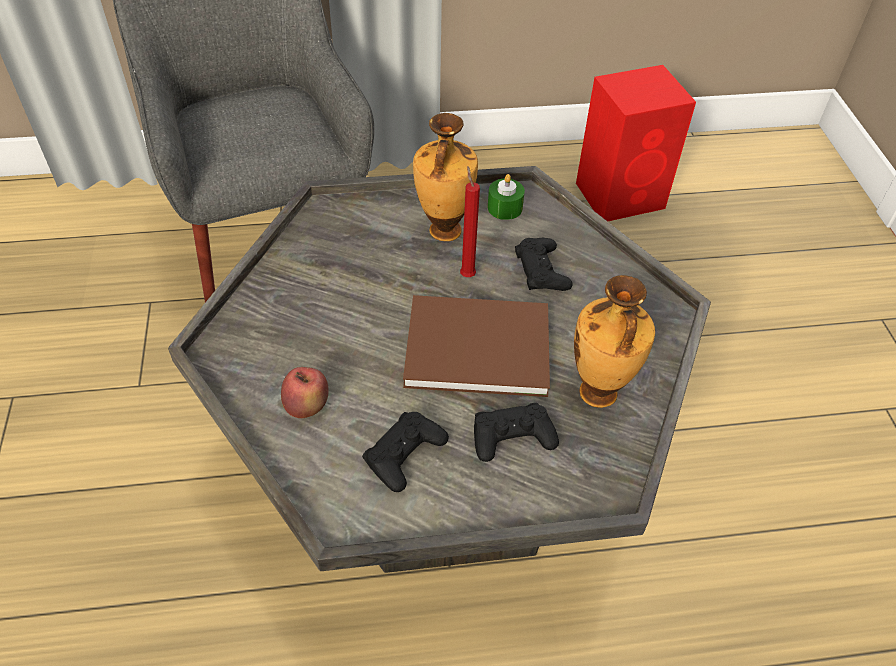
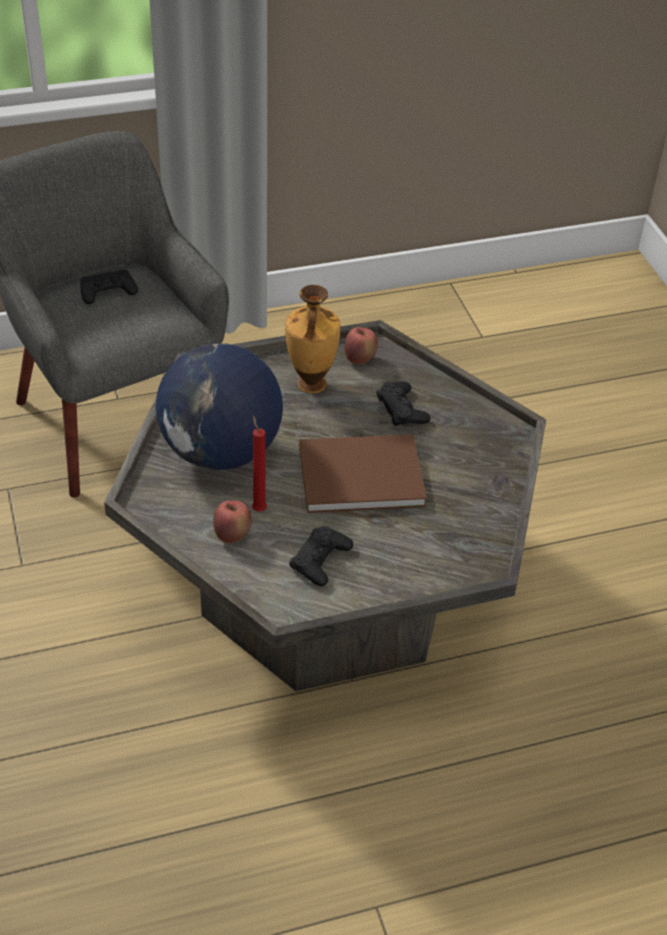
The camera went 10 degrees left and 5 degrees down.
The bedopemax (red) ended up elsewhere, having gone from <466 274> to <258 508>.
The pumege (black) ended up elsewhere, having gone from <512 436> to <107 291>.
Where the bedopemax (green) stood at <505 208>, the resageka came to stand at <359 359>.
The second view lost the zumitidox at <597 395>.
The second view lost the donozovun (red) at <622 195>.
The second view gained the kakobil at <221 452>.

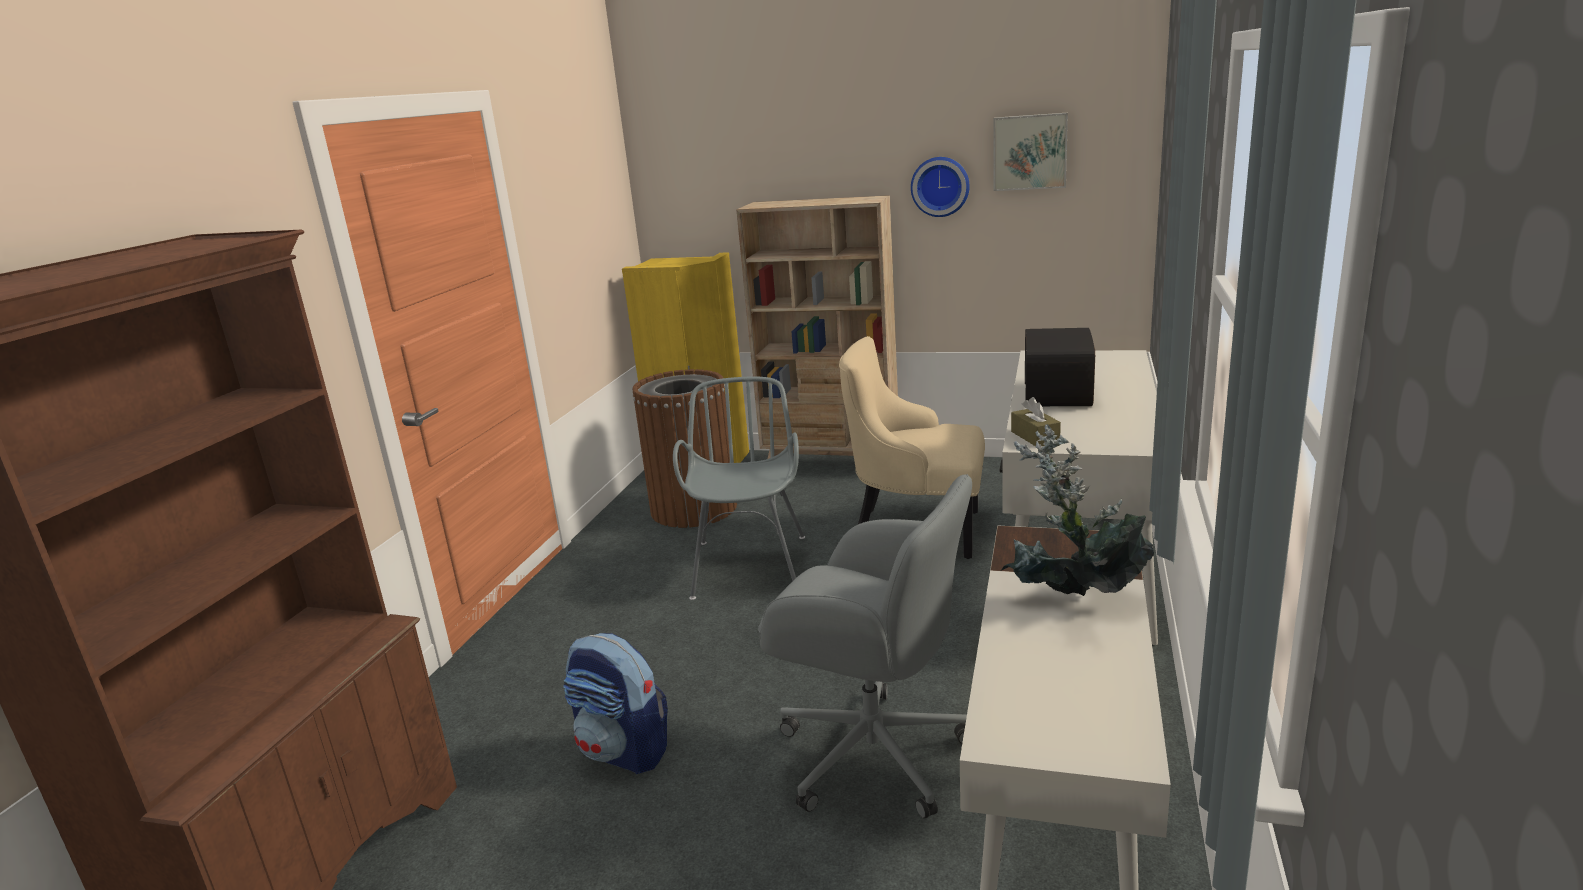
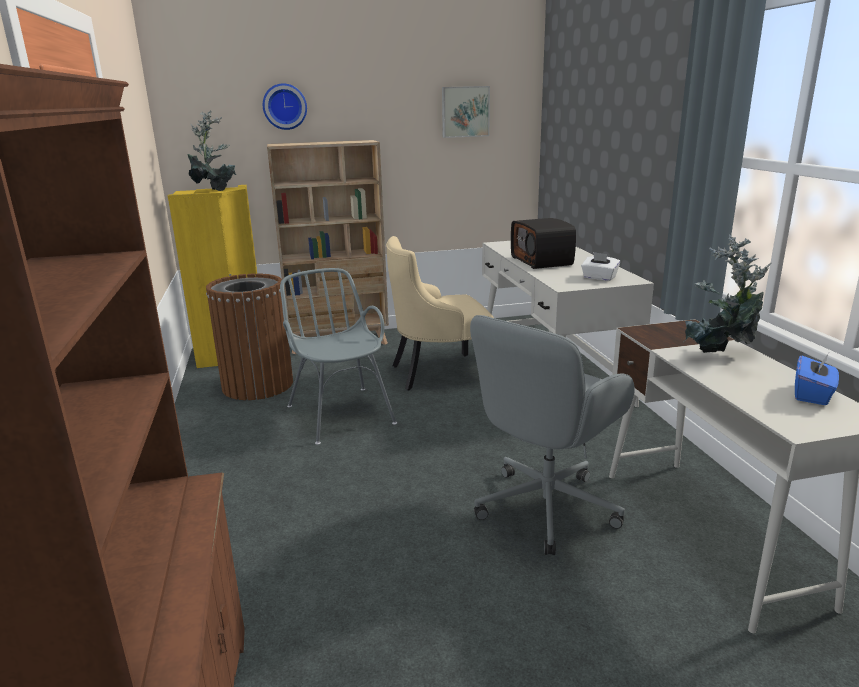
The camera went 30 degrees left and 0 degrees up.
The second view lost the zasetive at <624 751>.
The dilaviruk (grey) at <873 755> ended up facing another way, 135 degrees clockwise from before.
The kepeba ended up elsewhere, having gone from <940 186> to <284 106>.
The second view lost the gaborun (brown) at <1035 437>.
The second view gained the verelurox at <214 190>.
The second view gained the gaborun (white) at <599 278>.
The second view gained the gaborun (blue) at <812 395>.

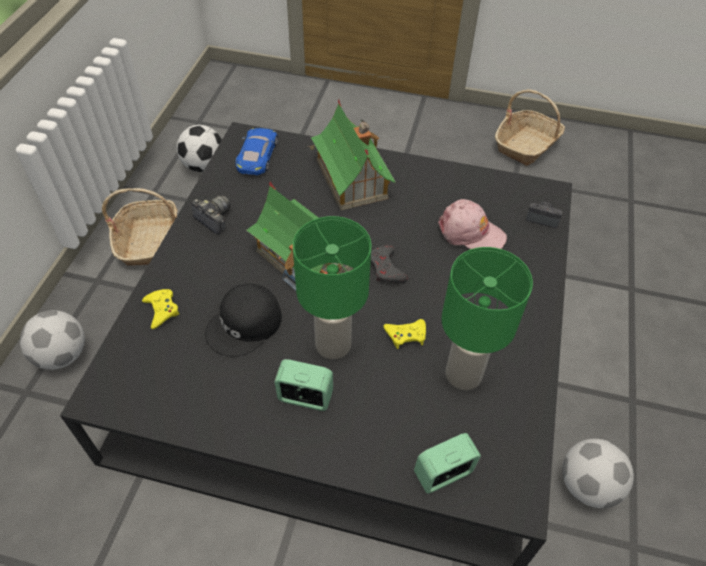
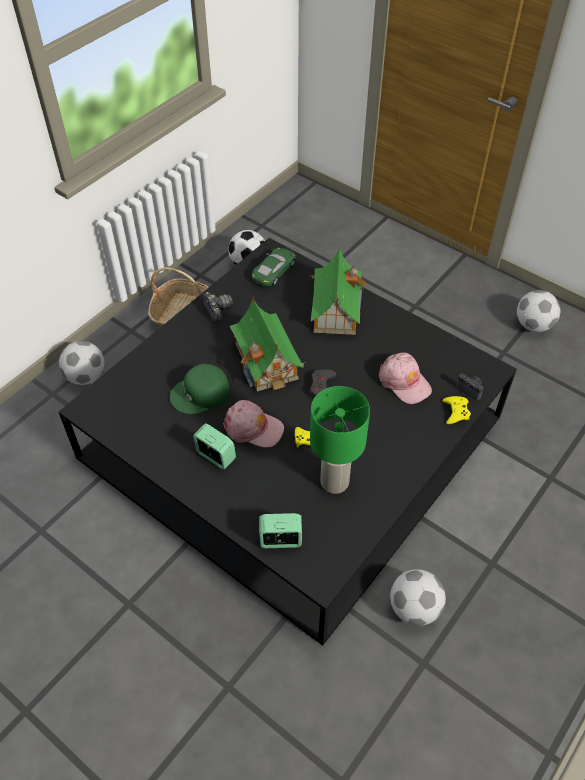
The camera went 25 degrees right and 0 degrees up.
The pumege (yellow) ended up elsewhere, having gone from <161 310> to <456 412>.
What was the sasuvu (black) at <245 325> turned into the sasuvu (green) at <201 394>.
What was the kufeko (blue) at <257 155> turned into the kufeko (green) at <274 270>.
Where the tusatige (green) stood at <332 344>, the sasuvu (pink) came to stand at <253 428>.
Where the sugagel stood at <526 145>, the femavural came to stand at <533 325>.

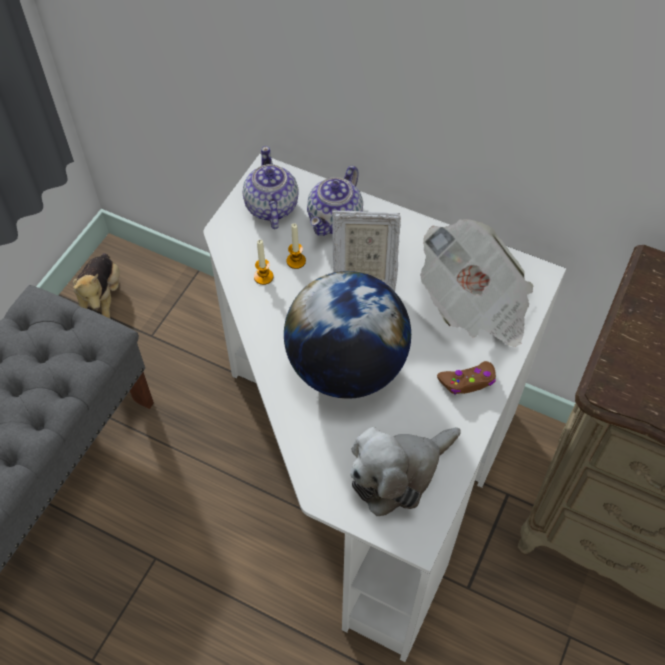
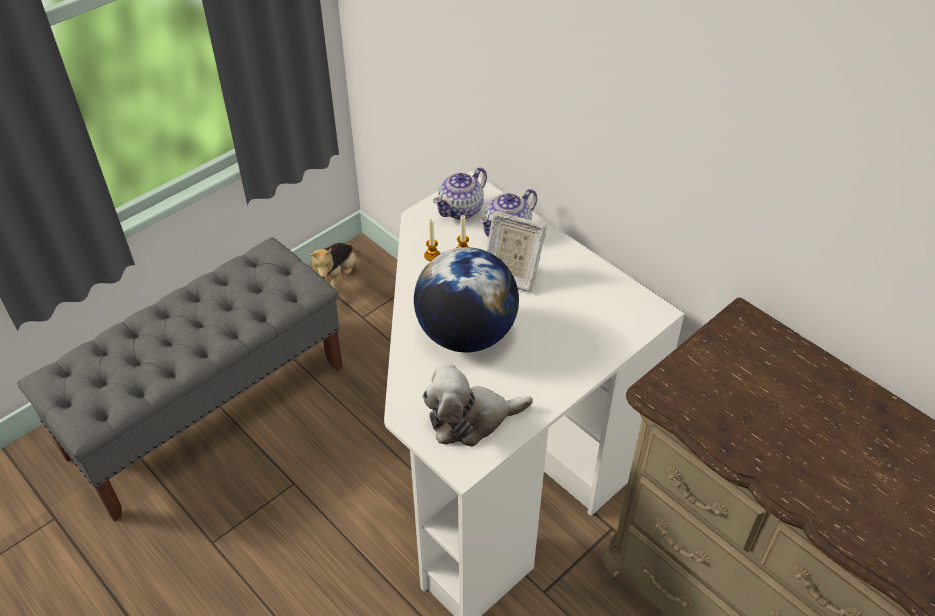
The camera went 20 degrees right and 10 degrees down.
The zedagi at <271 207> ended up facing another way, 150 degrees counterclockwise from before.
The second view lost the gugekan at <475 303>.
The second view lost the pumege (brown) at <467 381>.

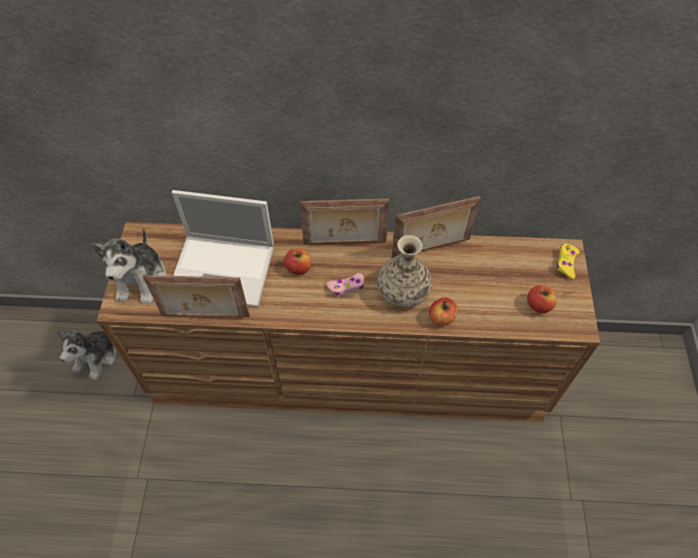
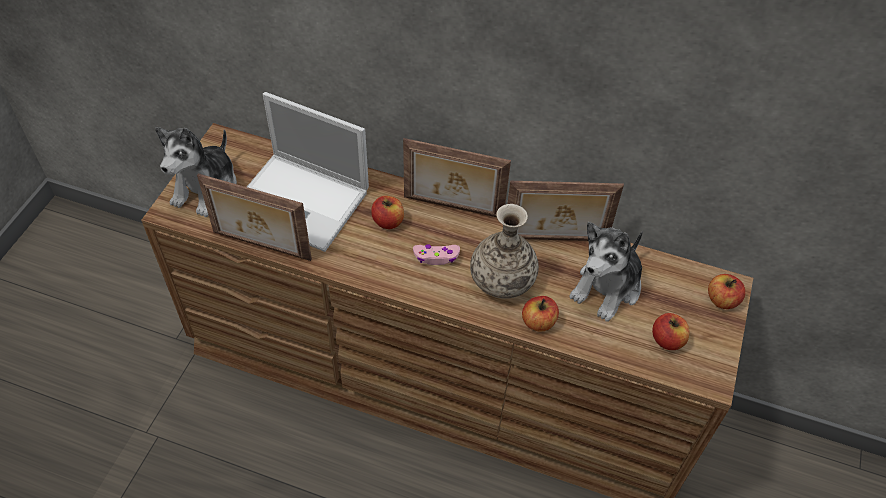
The camera went 15 degrees right and 5 degrees down.
The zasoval ended up elsewhere, having gone from <97 357> to <607 287>.
Where the pumege (yellow) stood at <566 263>, the resageka came to stand at <721 300>.

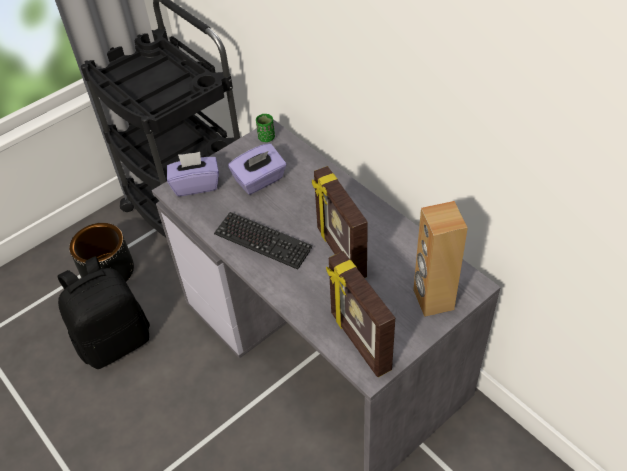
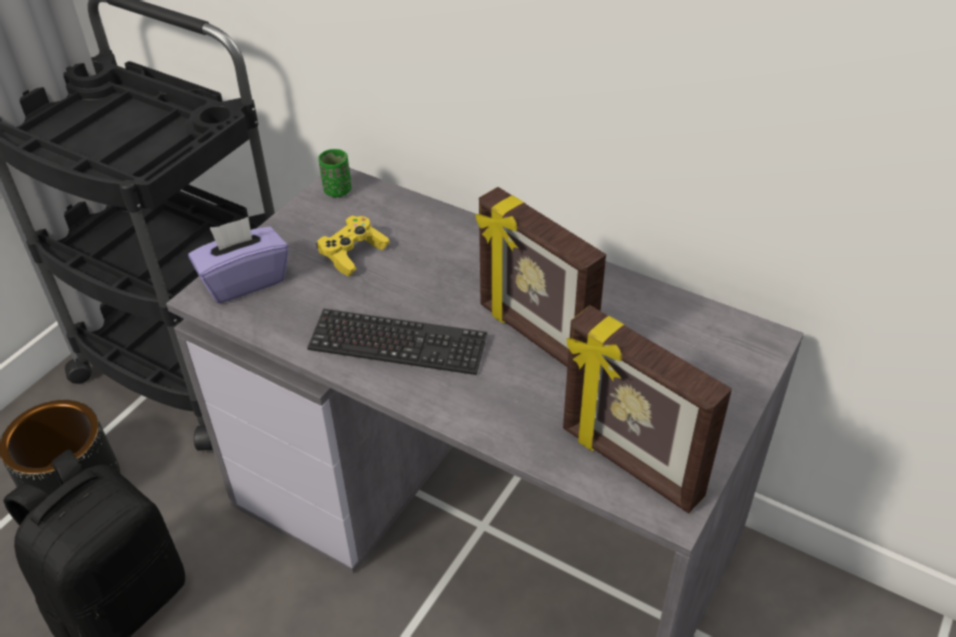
The camera went 20 degrees left and 5 degrees down.
Where the gaborun (purple) stood at <260 180>, the pumege (yellow) came to stand at <353 254>.
The second view lost the donozovun (brown) at <432 300>.

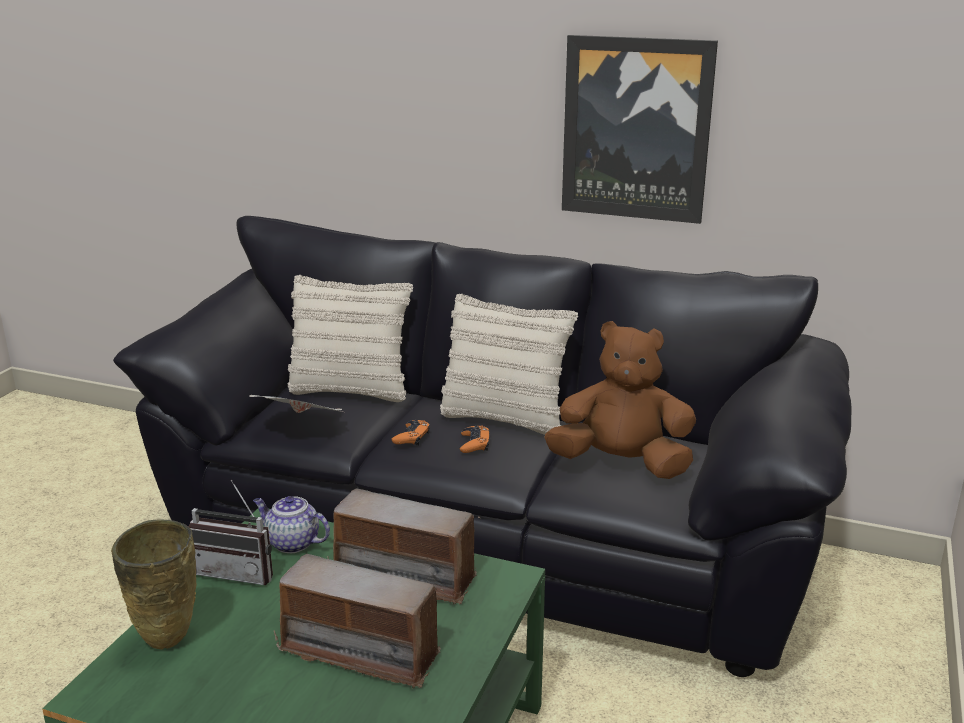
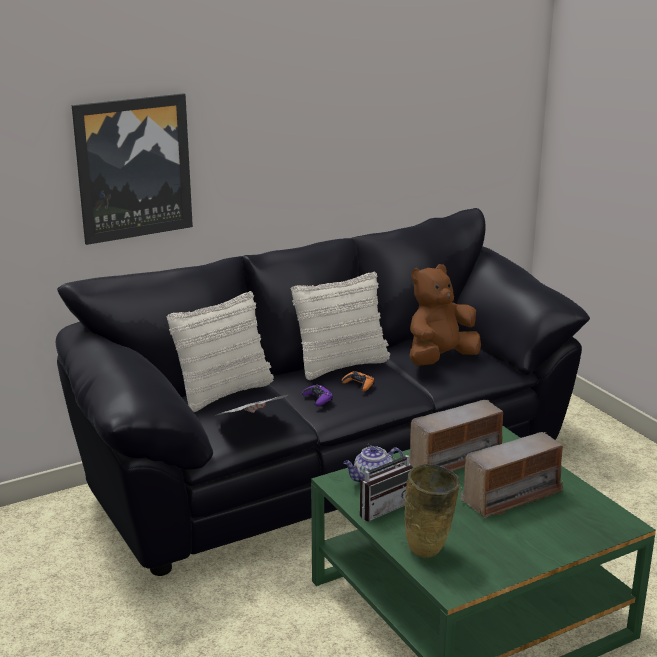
The camera went 50 degrees left and 0 degrees up.
What was the pumege (orange) at <412 437> turned into the pumege (purple) at <318 398>.
The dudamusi ended up elsewhere, having gone from <636 129> to <133 168>.

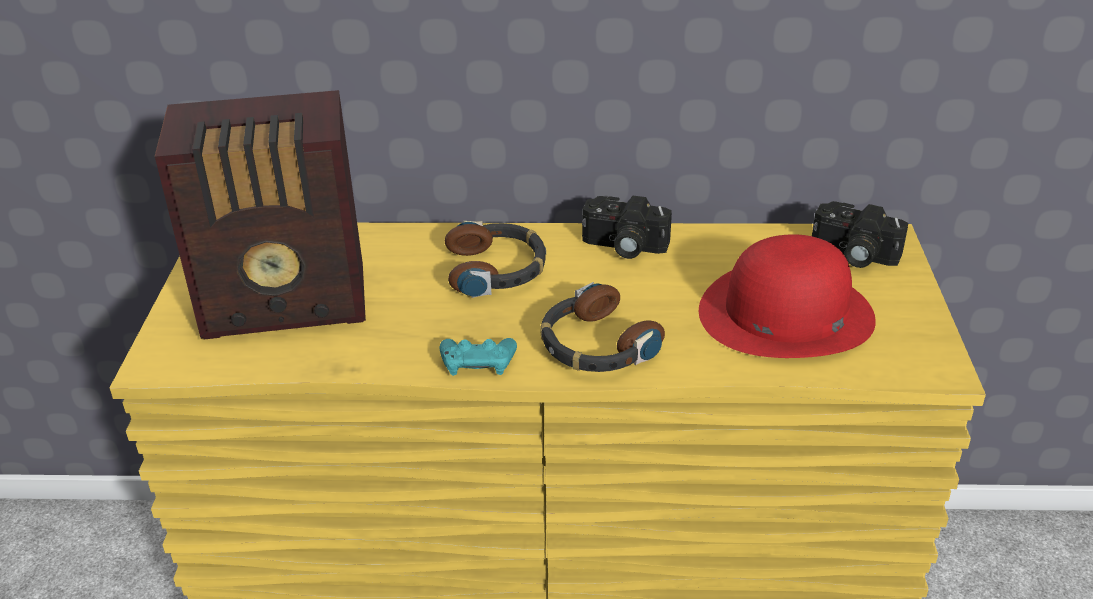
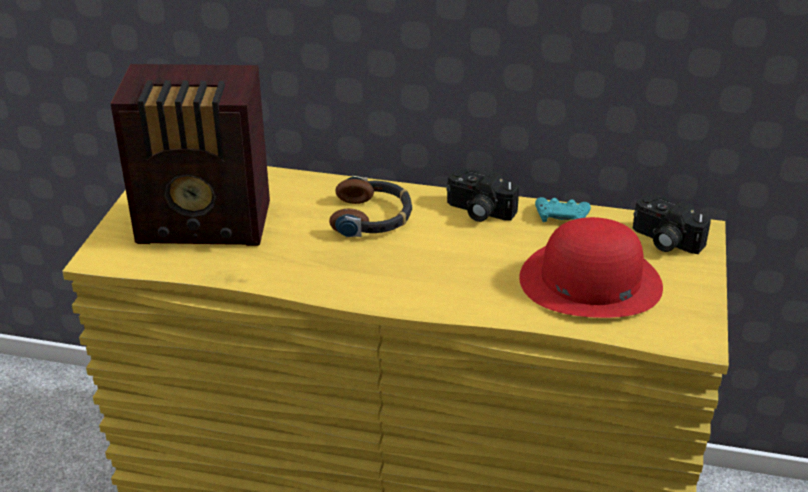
The camera went 10 degrees right and 0 degrees up.
The pumege (turquoise) ended up elsewhere, having gone from <478 362> to <561 216>.
The second view lost the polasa at <596 345>.

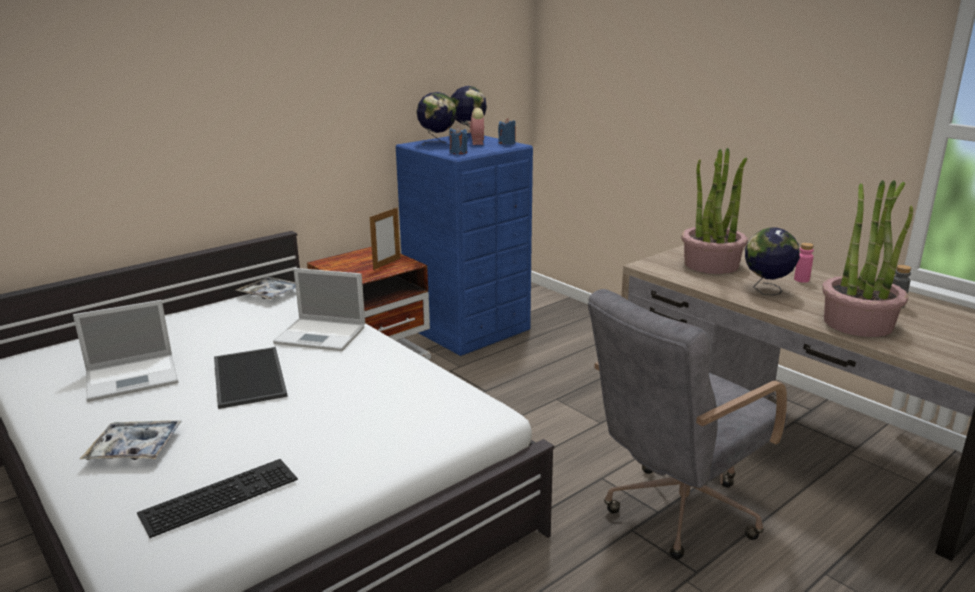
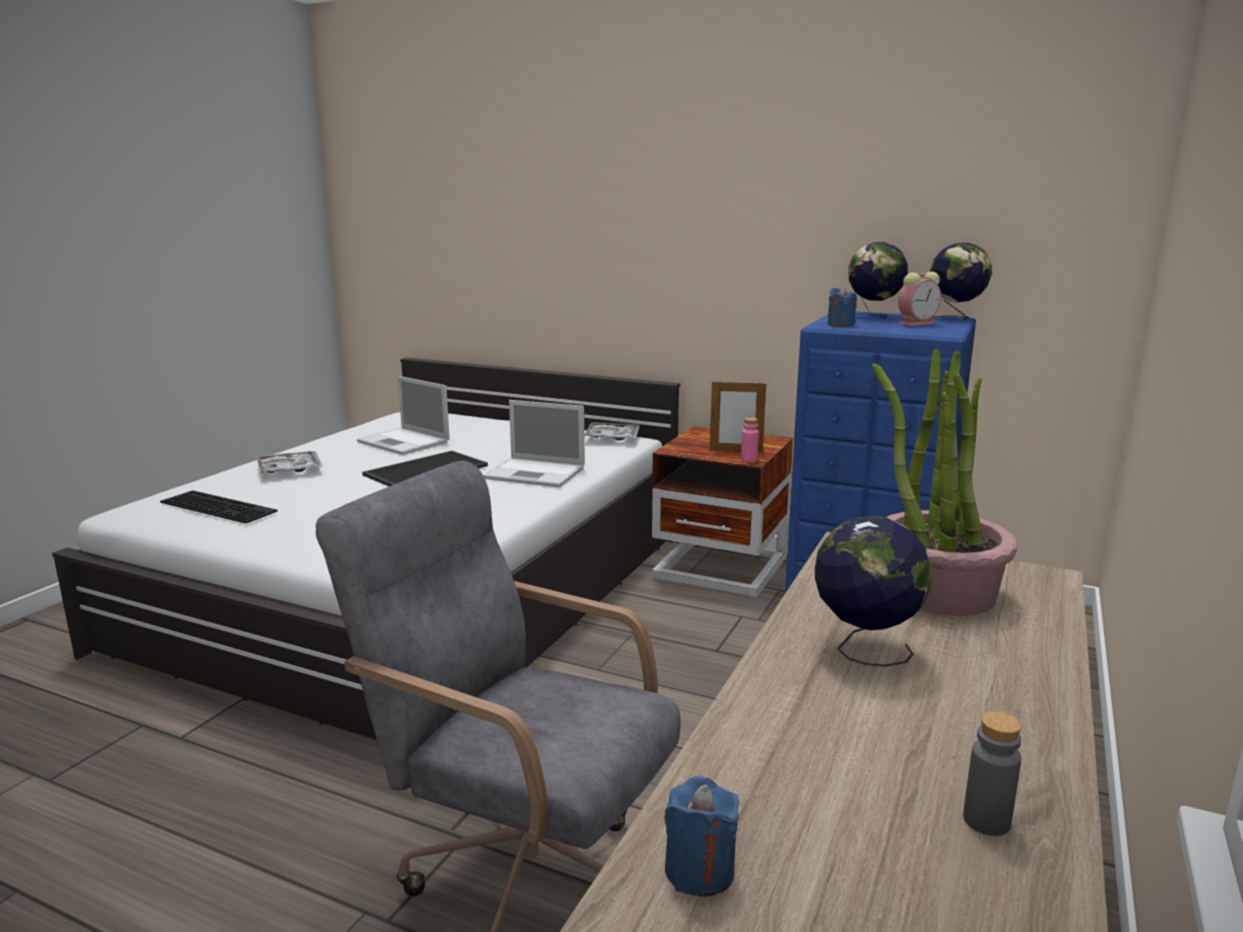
The camera went 65 degrees right and 5 degrees down.
The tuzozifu at <322 335> ended up facing another way, 60 degrees counterclockwise from before.
The bedopemax (blue) ended up elsewhere, having gone from <507 143> to <699 871>.
The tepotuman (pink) ended up elsewhere, having gone from <801 280> to <749 459>.
The second view lost the verelurox at <858 323>.

